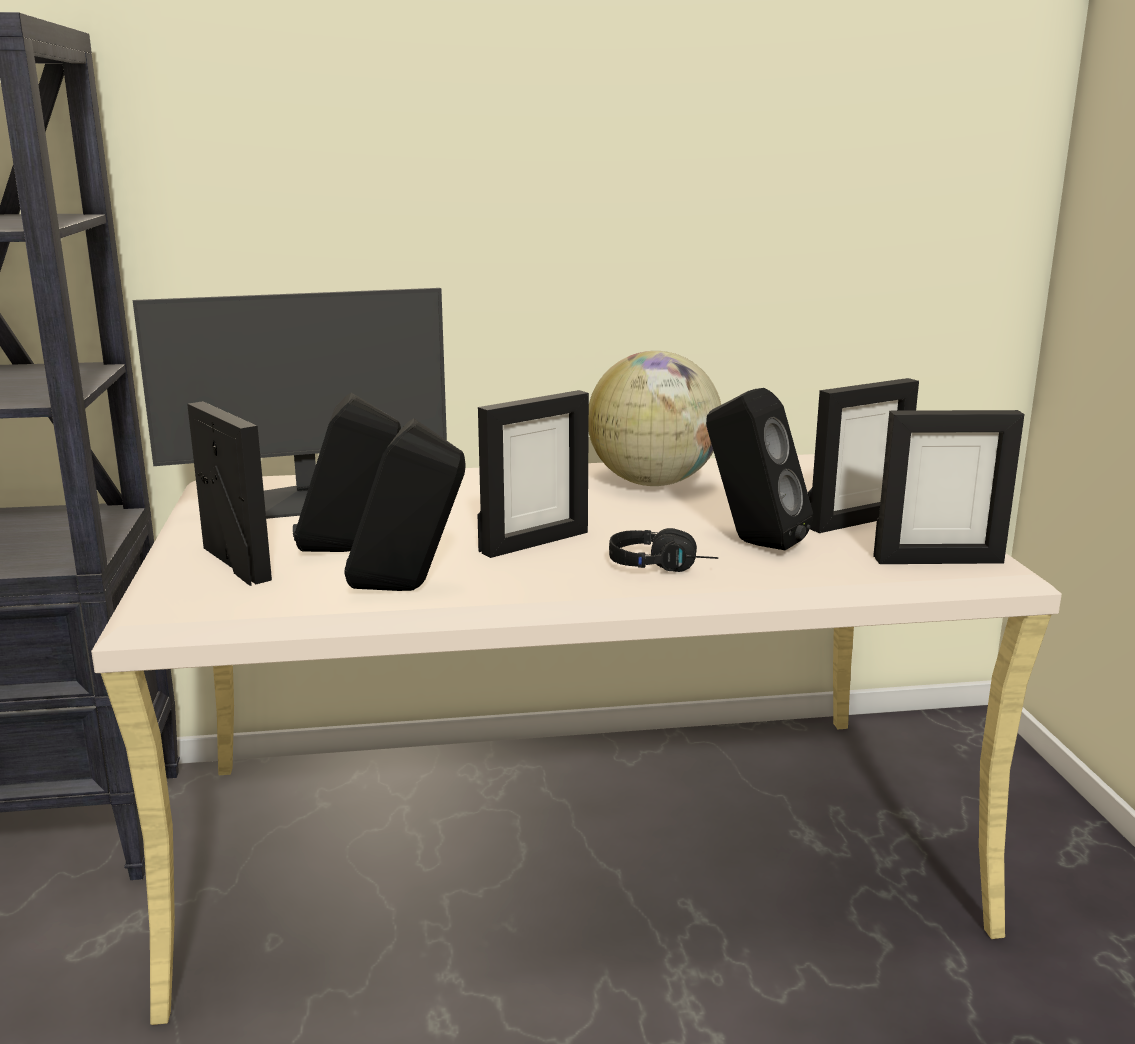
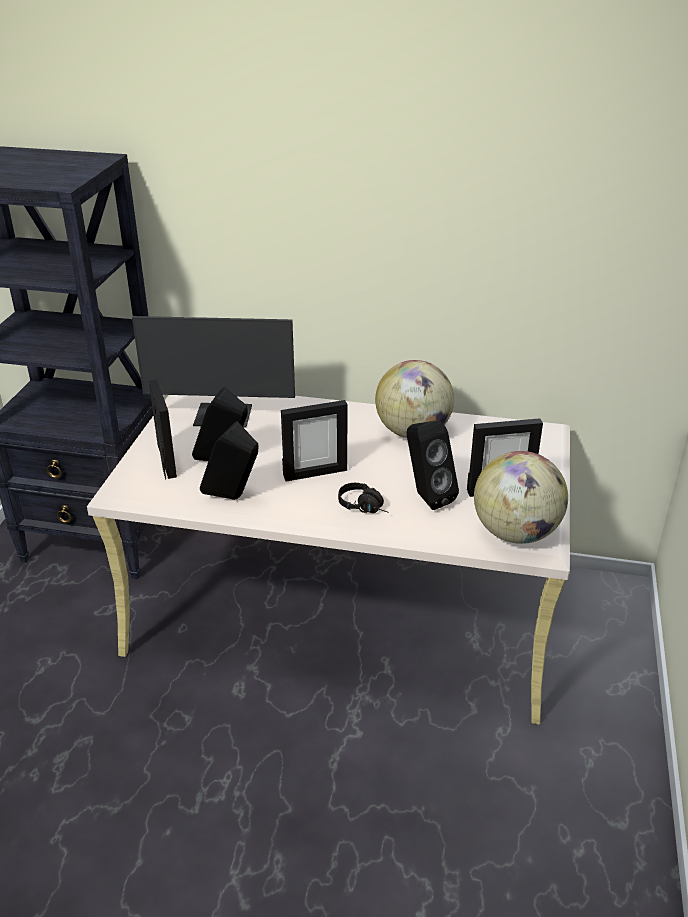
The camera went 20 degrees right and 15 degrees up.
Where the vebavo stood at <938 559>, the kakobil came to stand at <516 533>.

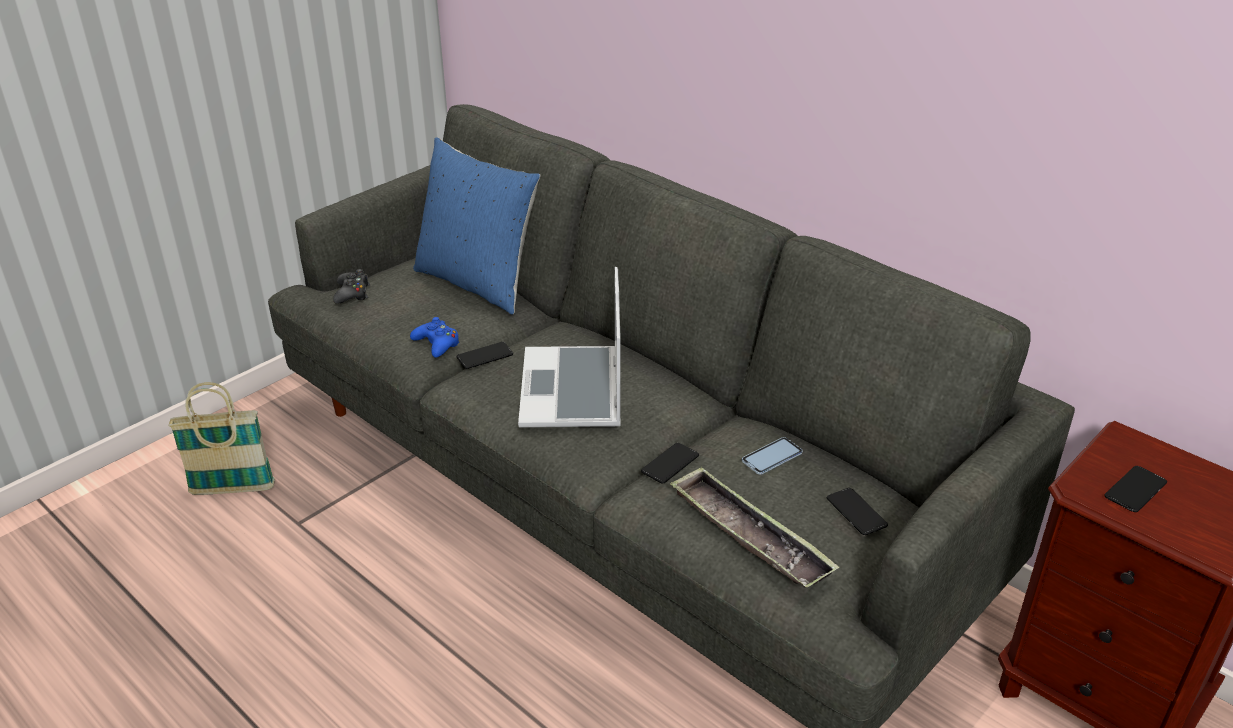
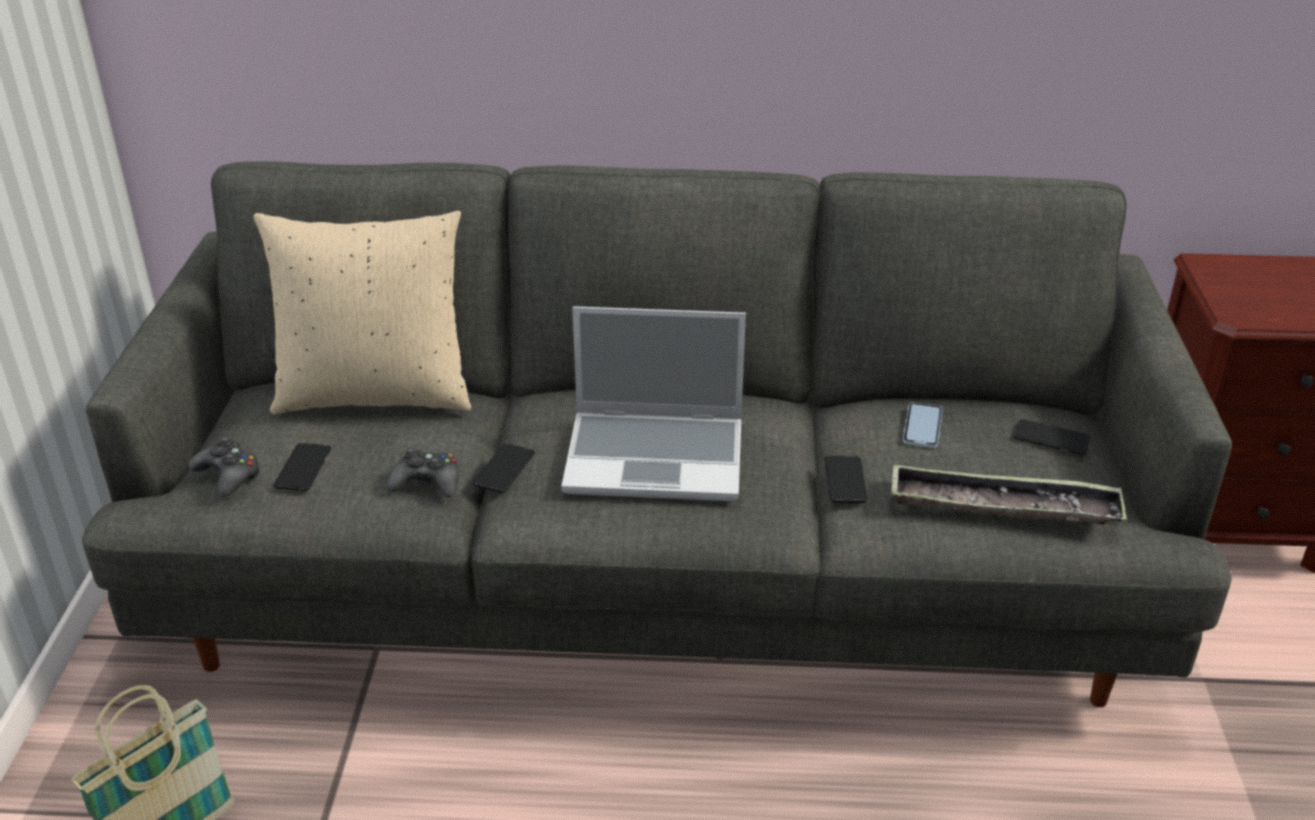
The camera went 40 degrees left and 0 degrees up.
What was the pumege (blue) at <437 344> turned into the pumege (black) at <427 483>.
What was the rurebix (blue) at <478 283> turned into the rurebix (beige) at <375 394>.
The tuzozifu at <574 391> ended up facing another way, 45 degrees counterclockwise from before.
The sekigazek ended up elsewhere, having gone from <1135 490> to <303 468>.

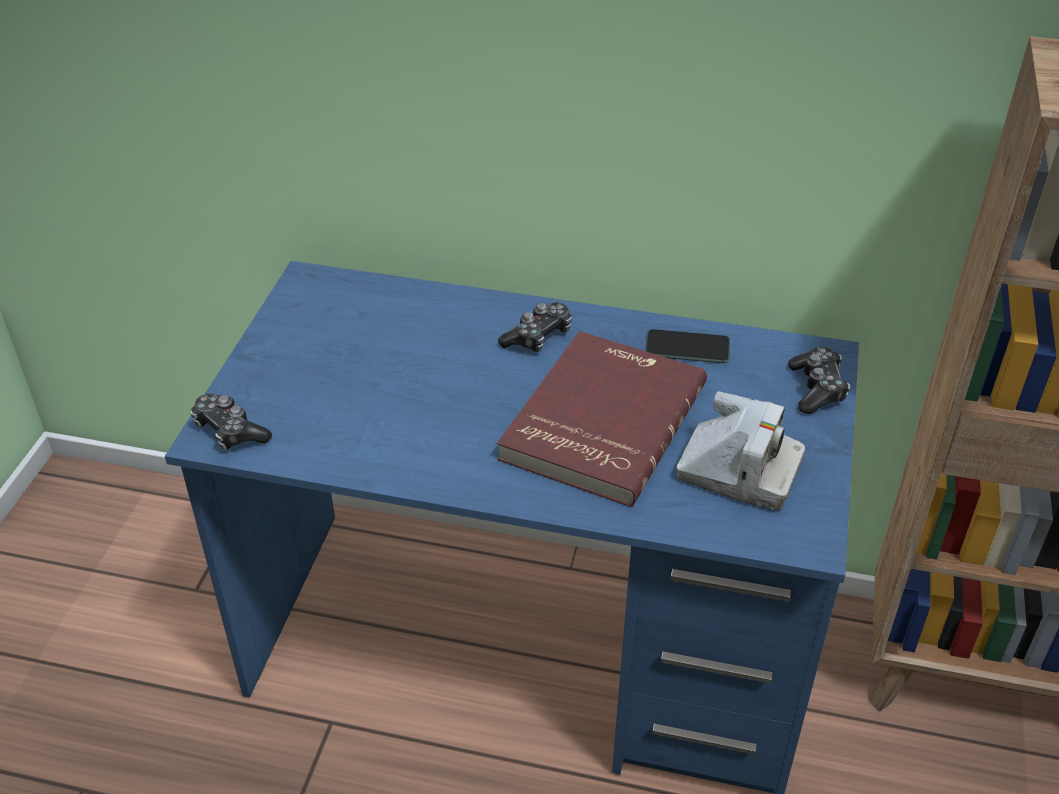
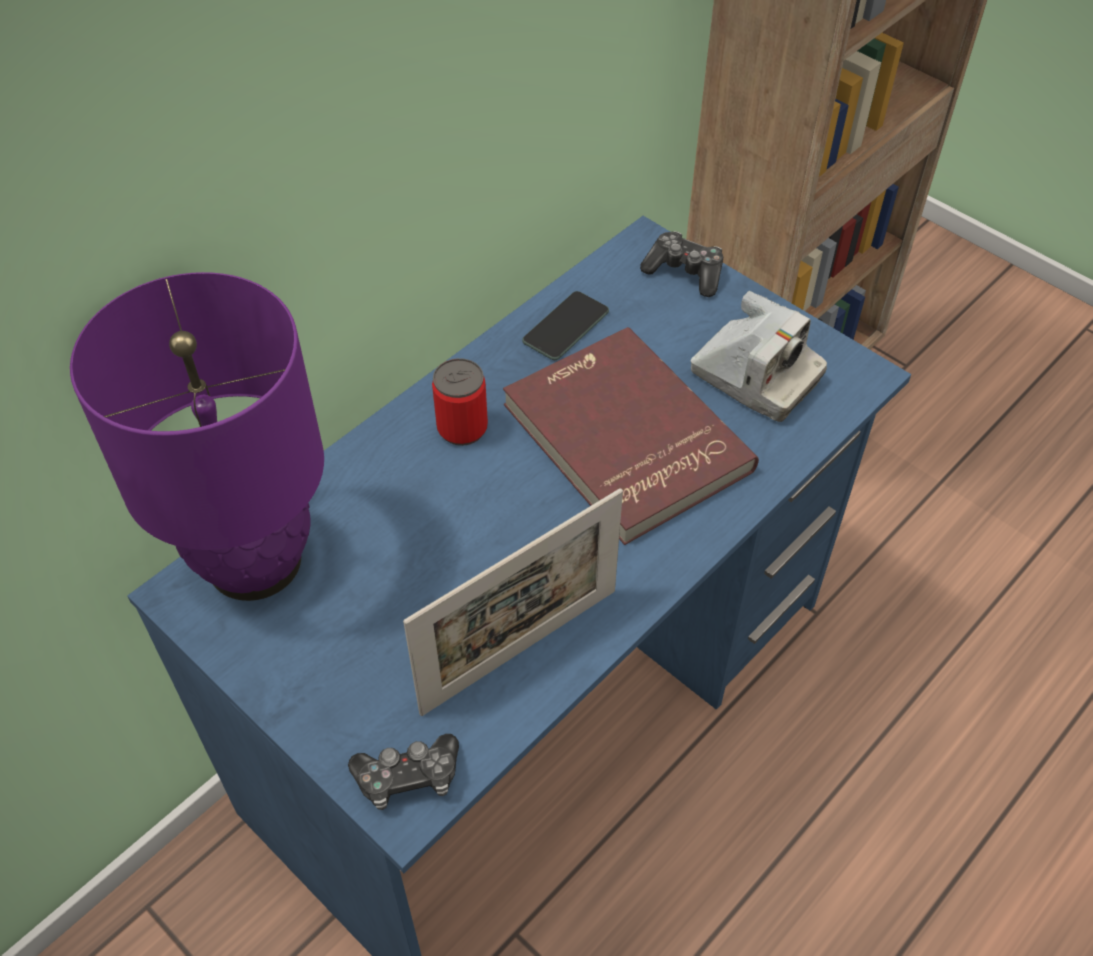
The camera went 60 degrees left and 10 degrees up.
Where the pumege stood at <538 337>, the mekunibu came to stand at <462 428>.
The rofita at <738 472> ended up facing another way, 75 degrees clockwise from before.
The second view gained the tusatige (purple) at <255 561>.
The second view gained the vebavo at <520 650>.

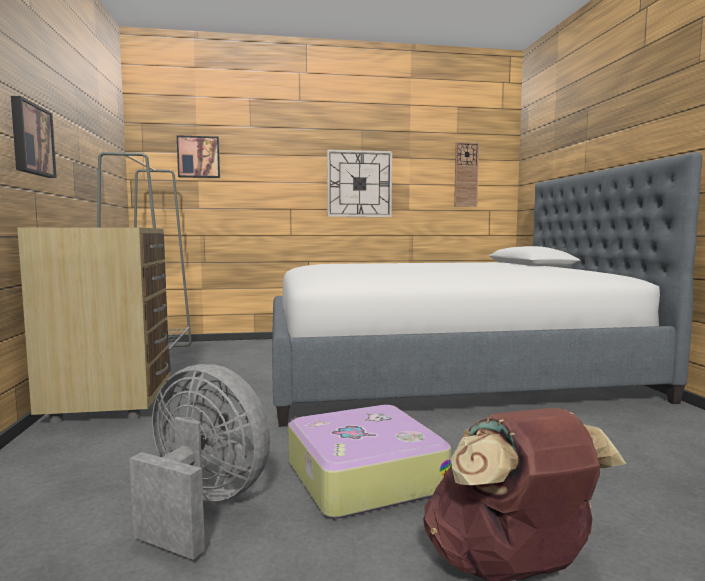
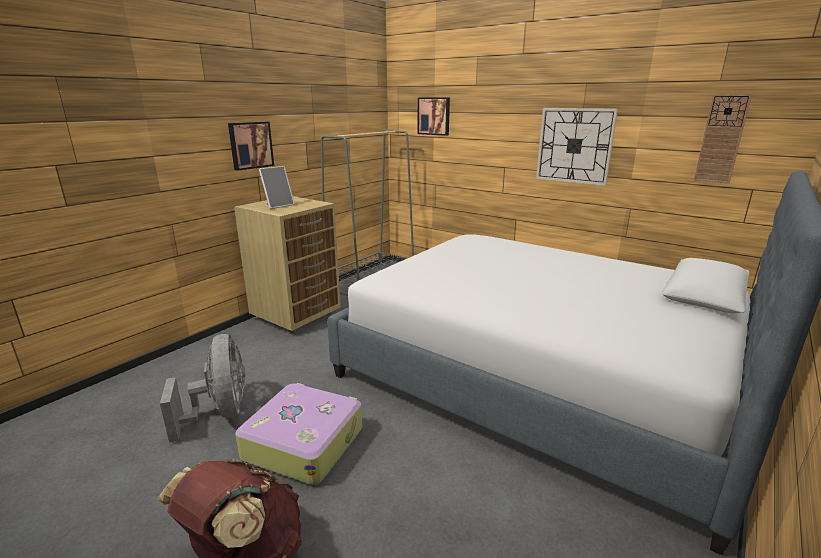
The camera went 45 degrees right and 15 degrees up.
The second view gained the vebavo at <278 205>.

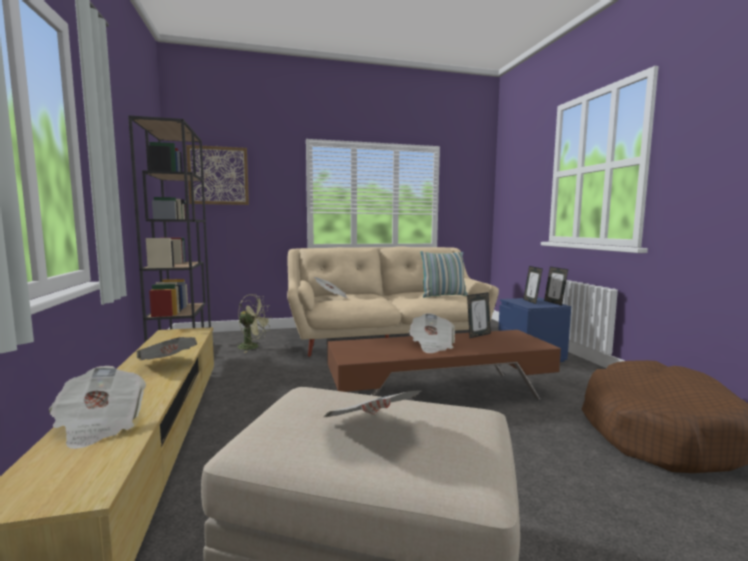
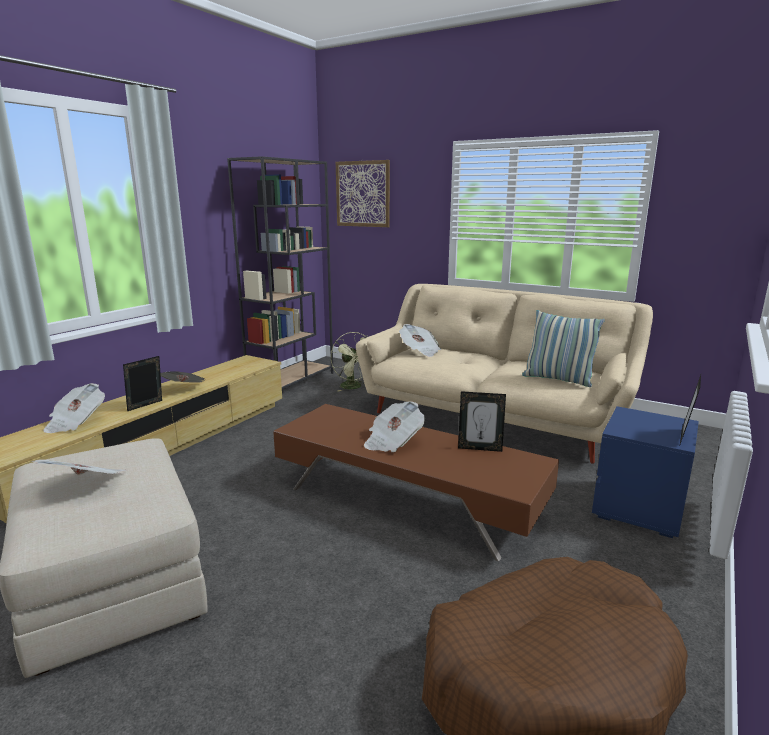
The camera went 45 degrees right and 10 degrees up.
The vebavo ended up elsewhere, having gone from <531 301> to <146 406>.

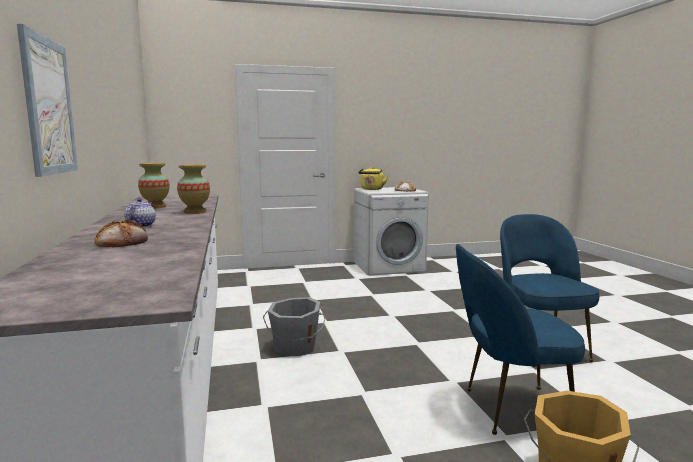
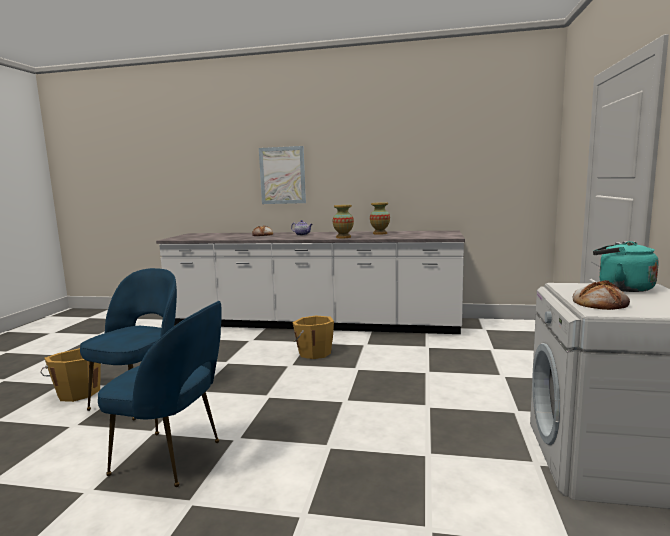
The camera went 115 degrees right and 0 degrees up.
What was the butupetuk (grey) at <295 347> turned into the butupetuk (orange) at <314 353>.
What was the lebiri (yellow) at <372 189> turned into the lebiri (turquoise) at <621 288>.

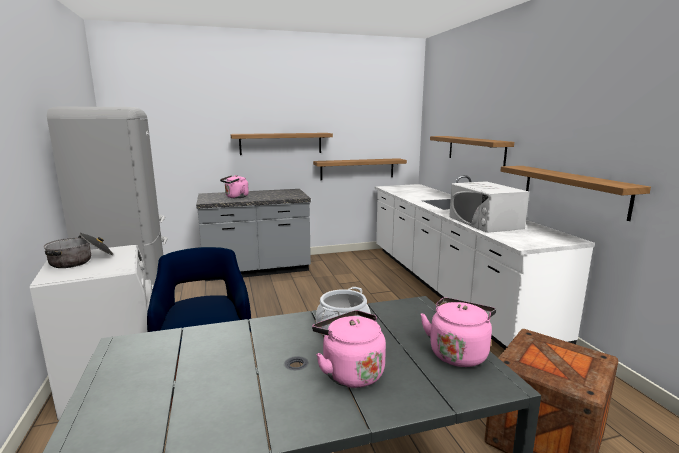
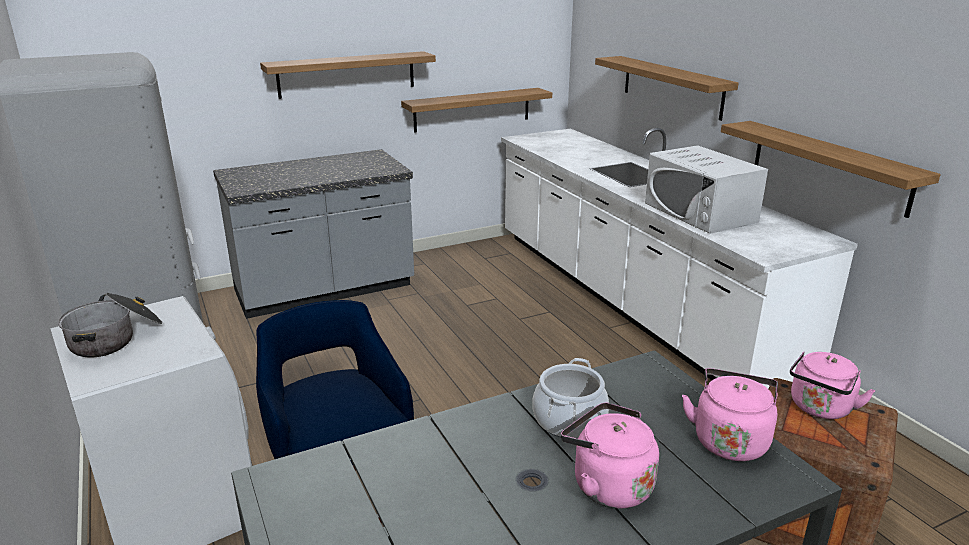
The camera went 10 degrees left and 10 degrees up.
The lebiri (pink) ended up elsewhere, having gone from <235 197> to <819 409>.

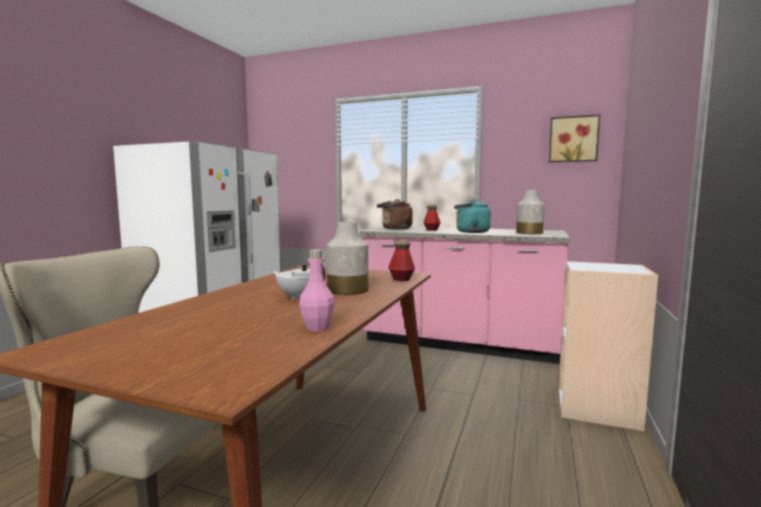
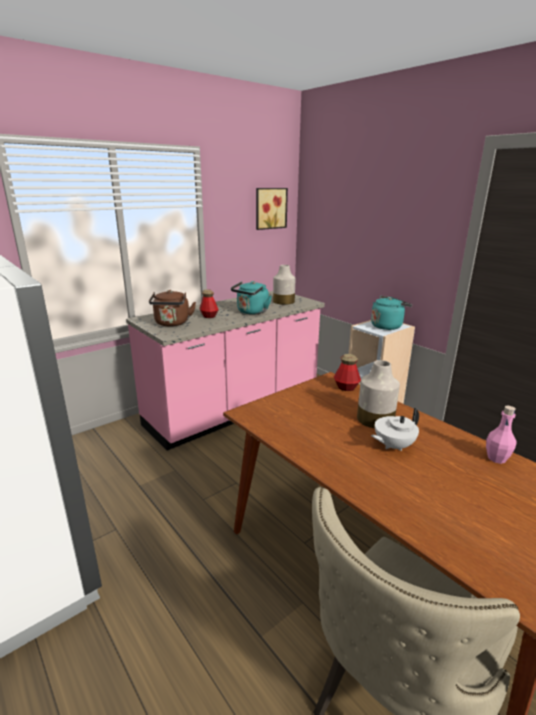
The camera went 60 degrees left and 15 degrees up.
The second view gained the lebiri (turquoise) at <387 326>.

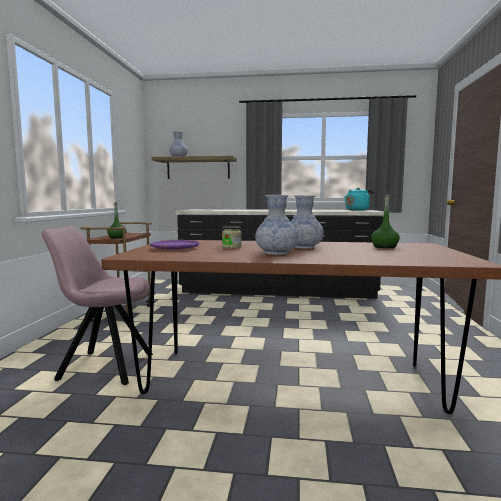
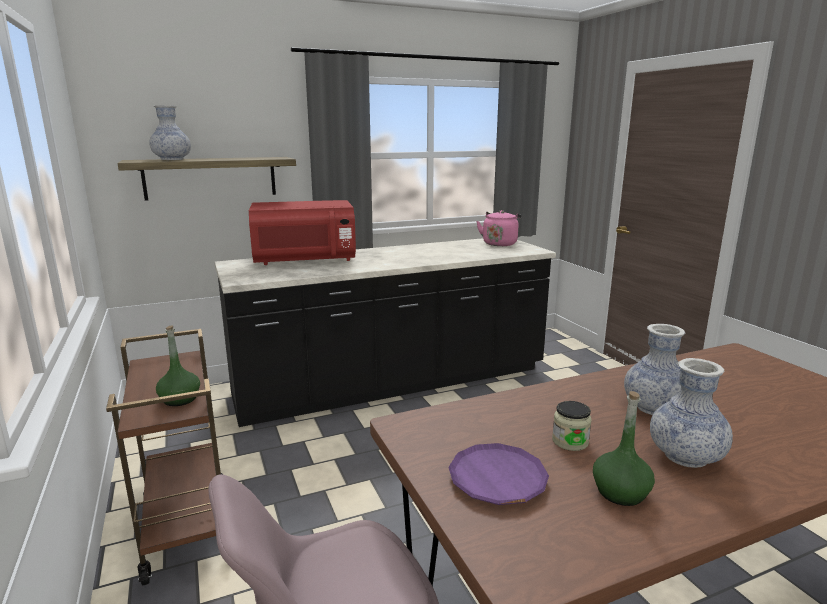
The camera went 30 degrees left and 10 degrees up.
What was the lebiri (turquoise) at <357 210> turned into the lebiri (pink) at <499 243>.
The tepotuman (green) ended up elsewhere, having gone from <384 247> to <621 492>.
The second view gained the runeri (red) at <305 261>.

